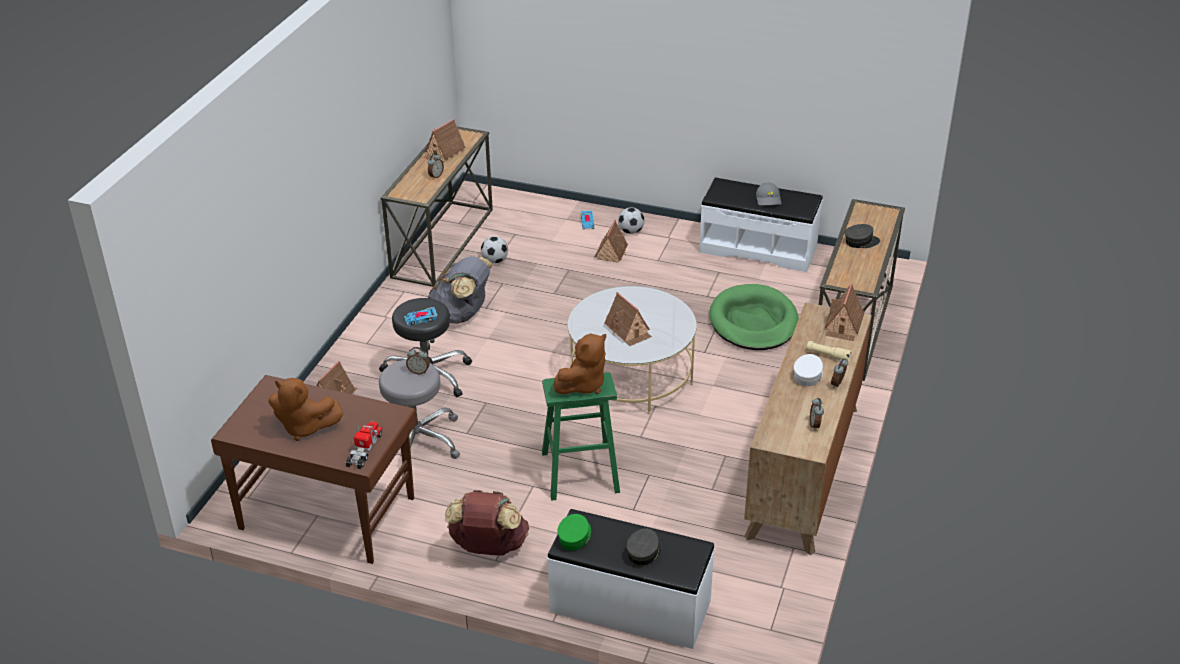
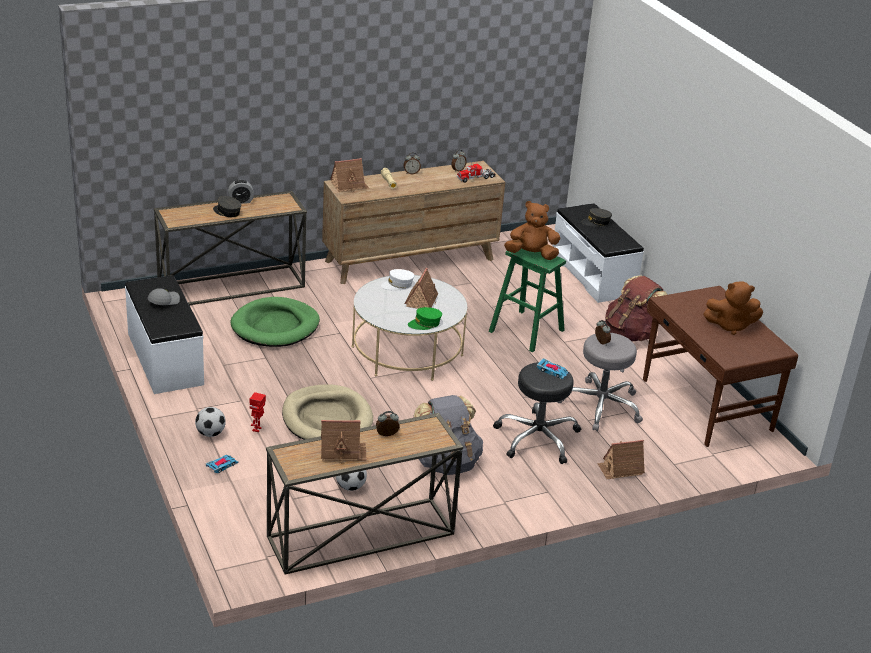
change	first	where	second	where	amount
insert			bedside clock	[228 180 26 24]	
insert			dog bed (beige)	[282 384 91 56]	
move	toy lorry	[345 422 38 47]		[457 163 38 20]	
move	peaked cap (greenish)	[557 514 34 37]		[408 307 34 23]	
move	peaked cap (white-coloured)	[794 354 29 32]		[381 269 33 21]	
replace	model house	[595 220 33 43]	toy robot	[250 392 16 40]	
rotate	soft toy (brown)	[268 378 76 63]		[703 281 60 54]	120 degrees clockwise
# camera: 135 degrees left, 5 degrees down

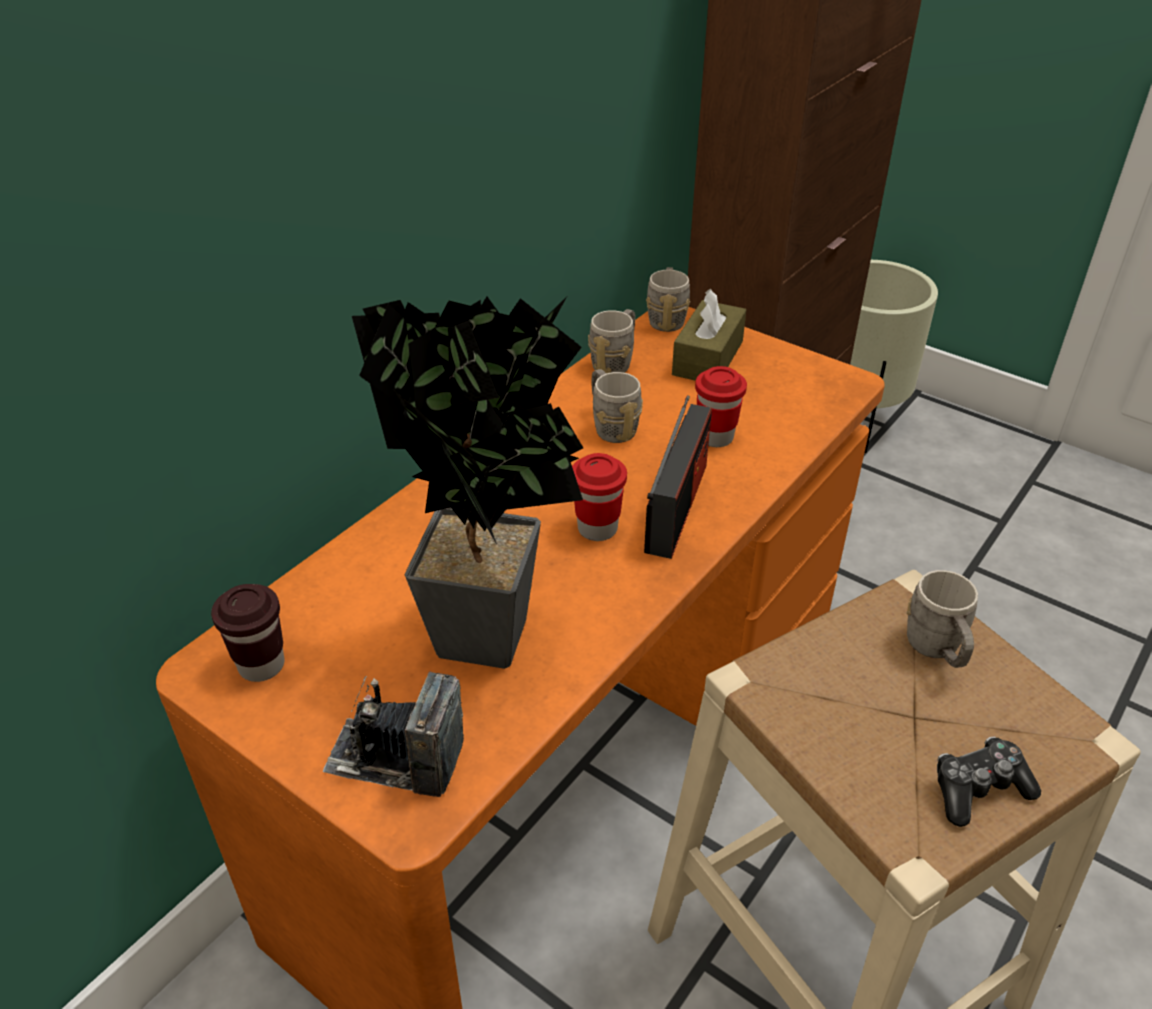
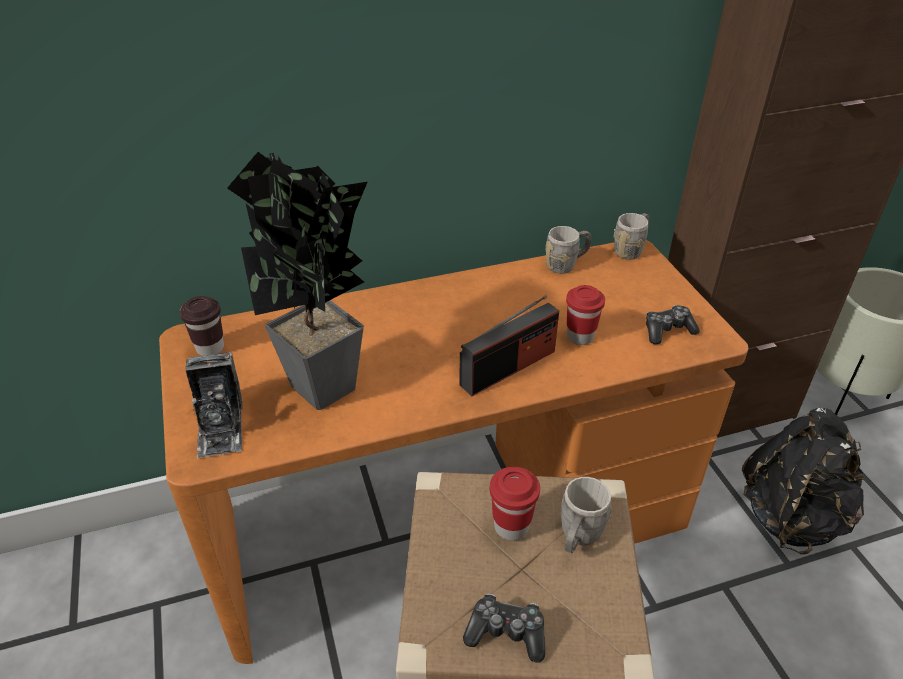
change	first	where	second	where	amount
delete	mug (gray)	[591 369 52 74]			
delete	tissue box (brown)	[672 289 74 92]			
insert			gamepad	[646 305 54 39]	
insert			knapsack (blackish)	[742 408 122 146]	
move	cup (red)	[572 453 55 88]		[490 467 50 74]	
rotate	still camera	[323 671 141 126]		[185 352 58 107]	150 degrees counterclockwise
# camera: 35 degrees right, 0 degrees up

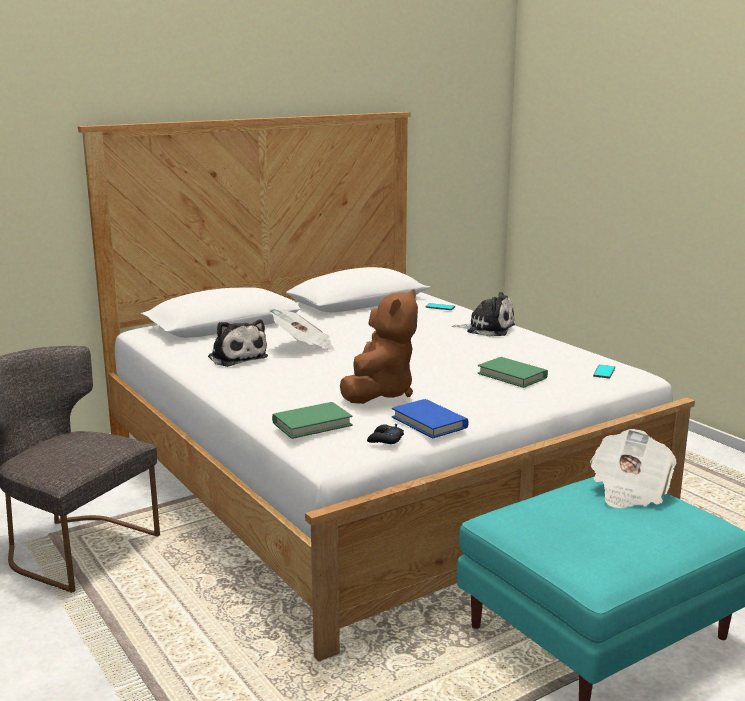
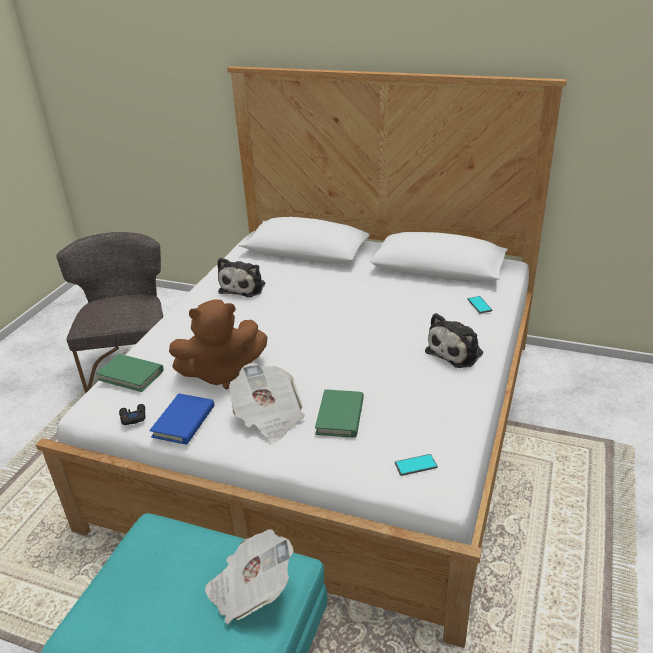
change	first	where	second	where	amount
move	newspaper	[268 308 67 42]		[229 363 76 79]	
rotate	soft toy	[452 292 63 45]		[425 313 58 55]	60 degrees clockwise
# camera: 55 degrees right, 15 degrees up

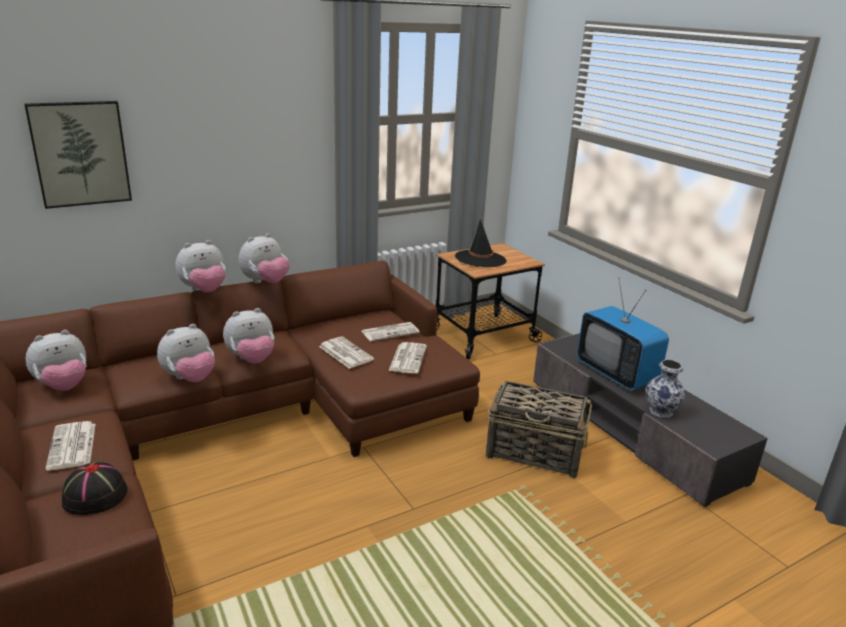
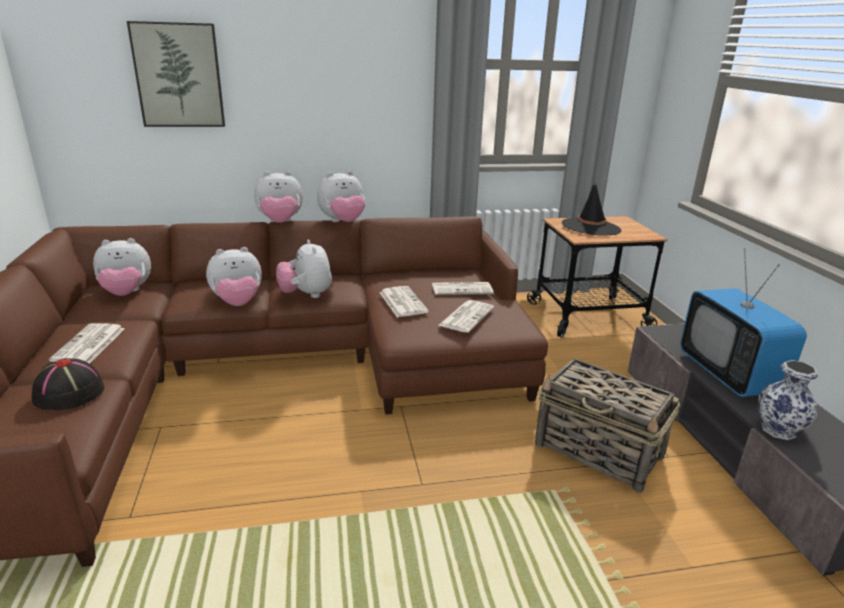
change	first	where	second	where	amount
rotate	soft toy	[223 308 51 55]		[276 240 56 58]	75 degrees clockwise
# camera: 20 degrees right, 0 degrees up

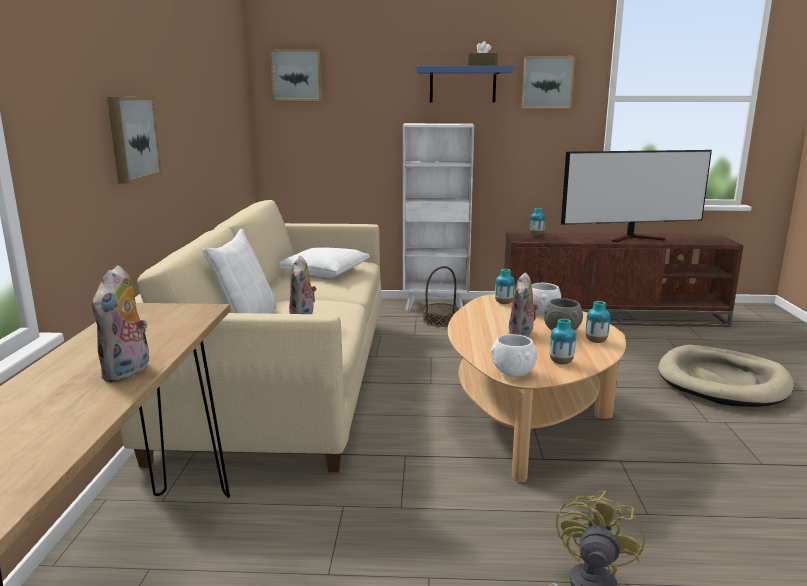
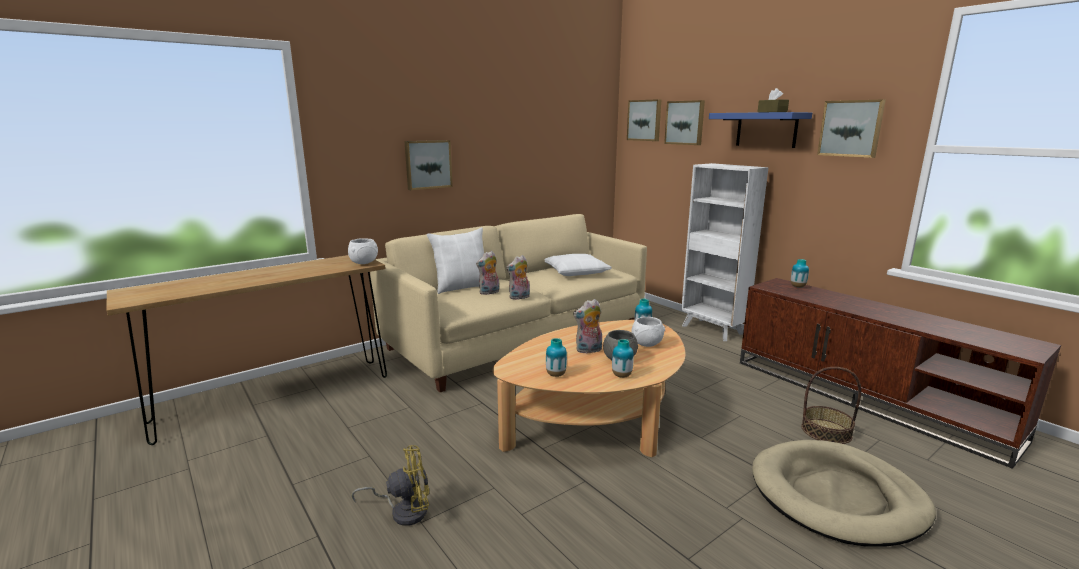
change	first	where	second	where	amount
delete	TV	[561 150 151 92]			
insert			picture	[664 100 41 45]	
move	soft toy	[92 265 57 117]		[506 255 24 45]	
move	basket	[423 266 36 61]		[801 367 60 77]	
move	serving bowl (white-coloured)	[491 334 46 43]		[348 238 30 26]	
# camera: 50 degrees right, 0 degrees up

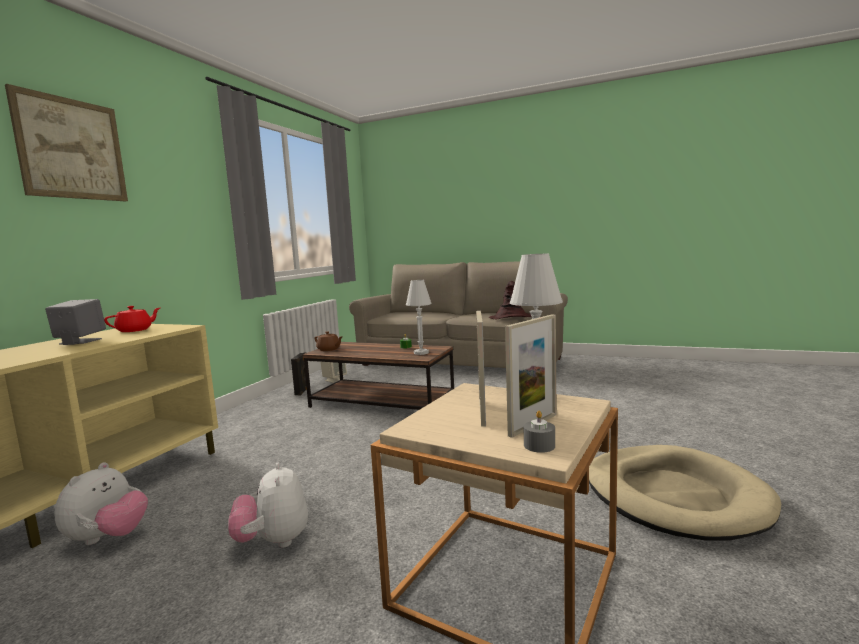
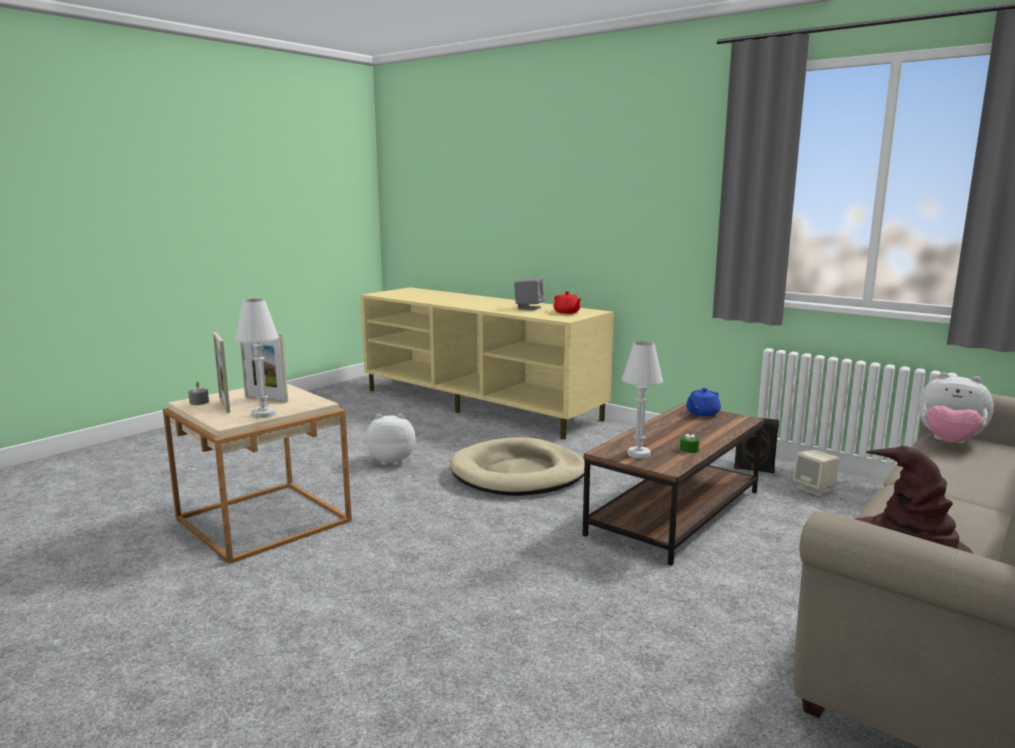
change	first	where	second	where	amount
delete	picture	[5 84 123 117]			
move	soft toy	[54 462 94 83]		[918 373 76 70]	
move	dog bed (beige)	[589 445 192 96]		[450 437 135 59]	
recolor	tea pot (brown)	[314 331 29 20]	tea pot (bluish)	[686 388 35 29]	
# camera: 105 degrees right, 5 degrees up

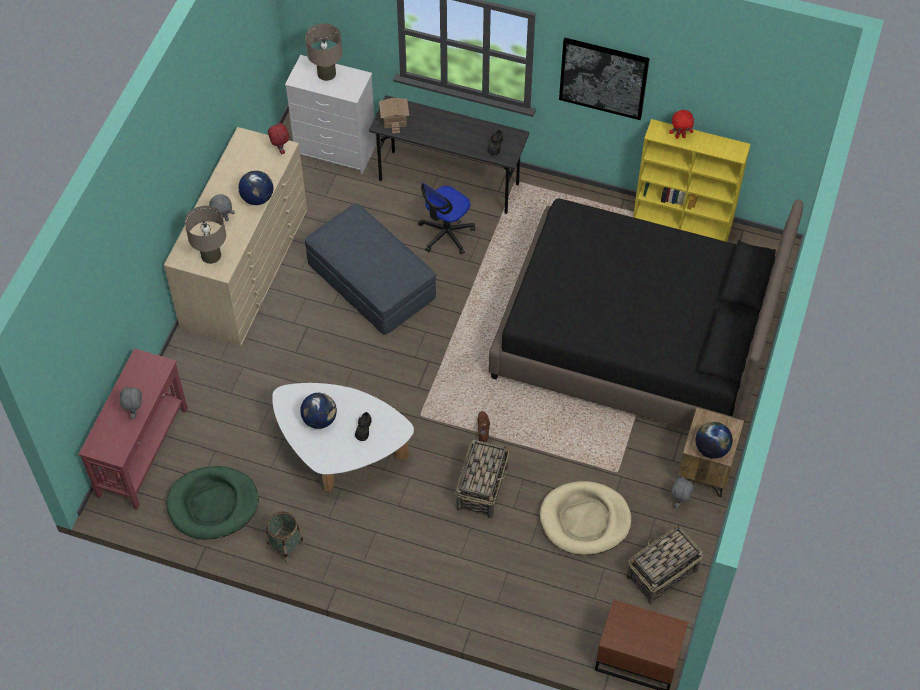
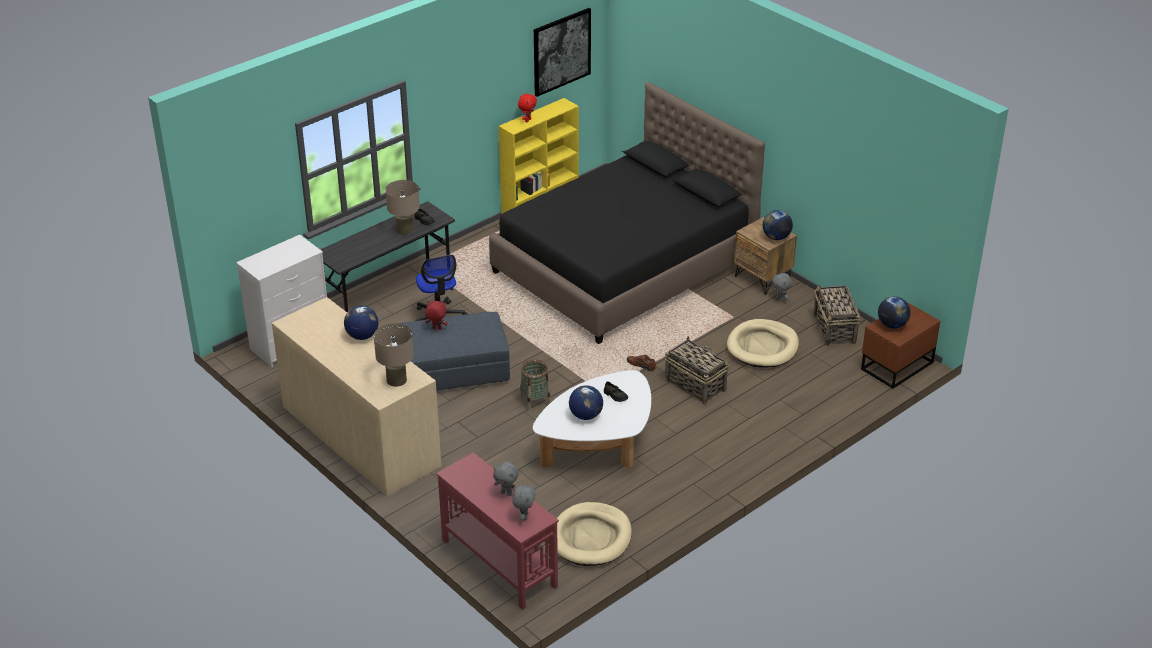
change	first	where	second	where	amount
delete	model house	[379 98 30 36]			
insert			desk globe	[878 296 32 33]	
move	soft toy (gray)	[209 194 26 27]		[512 484 23 37]	
move	basket	[266 512 39 51]		[520 359 31 52]	
move	soft toy (red)	[268 122 21 32]		[425 301 23 29]	
move	tabletop lamp (beige)	[305 24 37 57]		[385 180 35 55]	
move	picture	[559 38 91 82]		[534 8 57 89]	
recolor	dog bed (greenish)	[166 466 93 73]	dog bed (beige)	[557 502 75 64]	
# camera: 60 degrees left, 20 degrees down

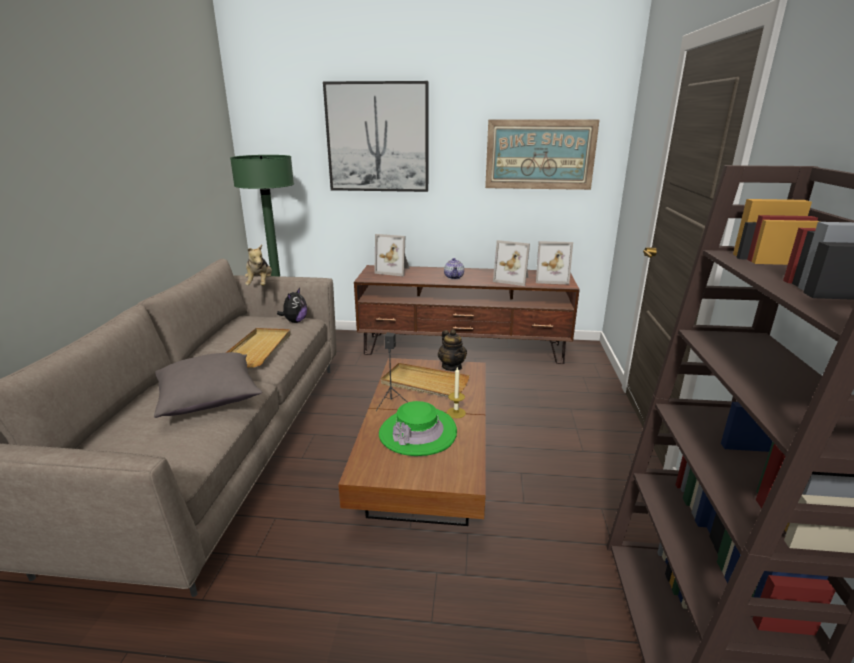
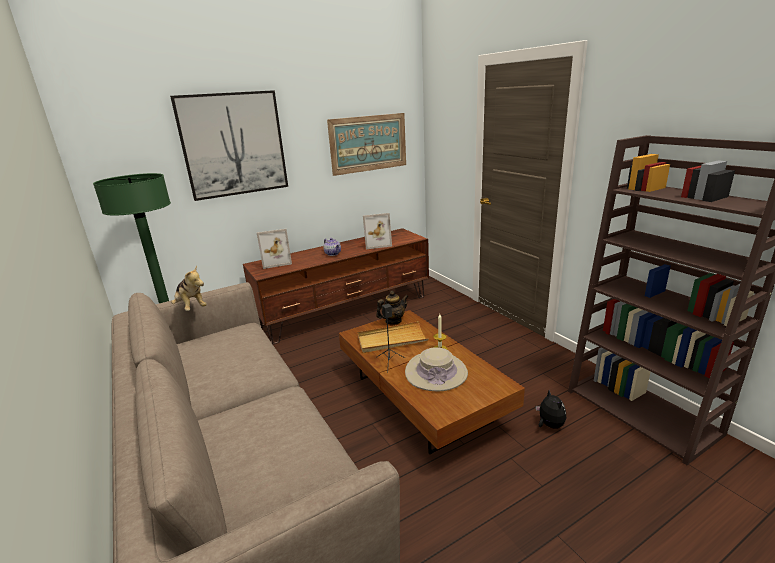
change	first	where	second	where	amount
delete	throw pillow (gray)	[154 352 108 66]			
delete	serving tray (beige)	[226 328 65 39]			
delete	picture frame	[536 241 37 44]			
move	soft toy	[277 288 30 35]		[536 390 30 39]	
recolor	wearable hat (greenish)	[379 401 78 55]	wearable hat (beige)	[405 347 63 44]	
rotate	tea pot	[438 329 29 42]		[376 291 33 33]	60 degrees counterclockwise
# camera: 35 degrees left, 0 degrees up

